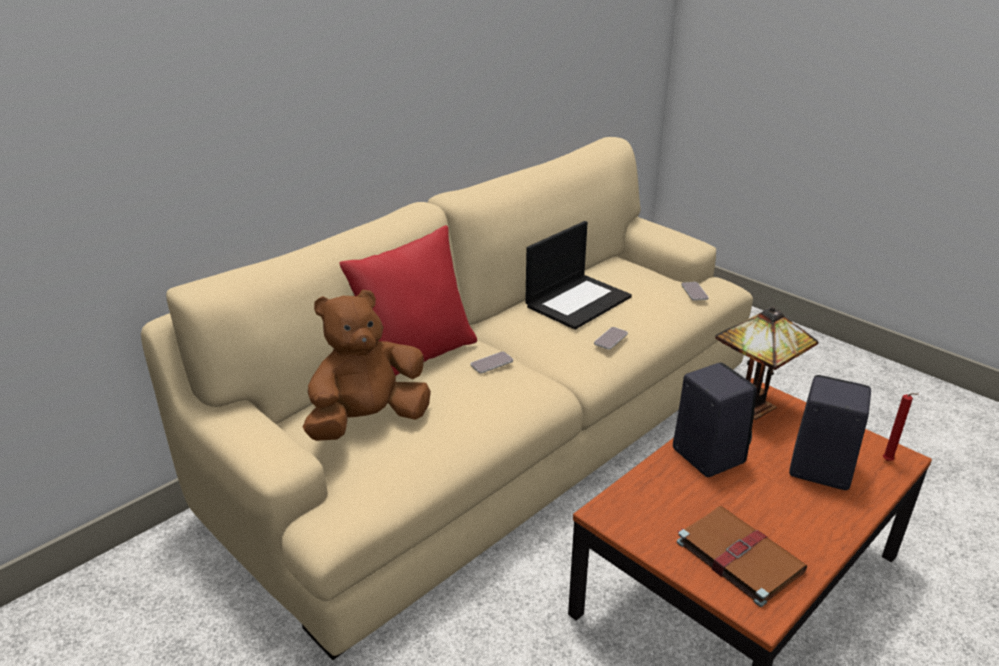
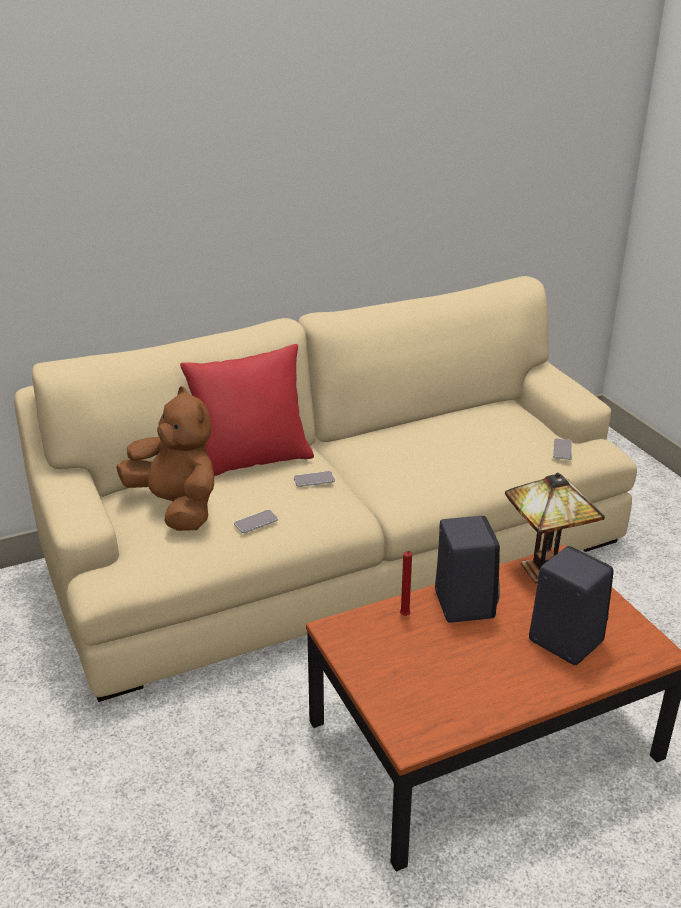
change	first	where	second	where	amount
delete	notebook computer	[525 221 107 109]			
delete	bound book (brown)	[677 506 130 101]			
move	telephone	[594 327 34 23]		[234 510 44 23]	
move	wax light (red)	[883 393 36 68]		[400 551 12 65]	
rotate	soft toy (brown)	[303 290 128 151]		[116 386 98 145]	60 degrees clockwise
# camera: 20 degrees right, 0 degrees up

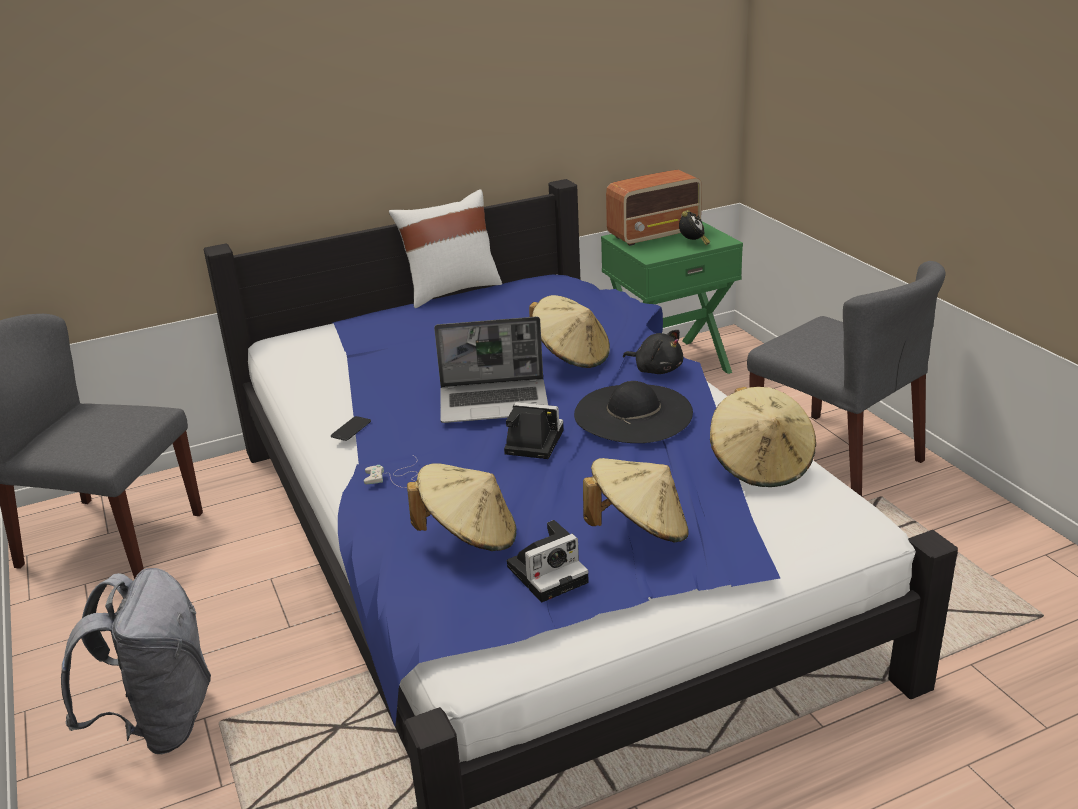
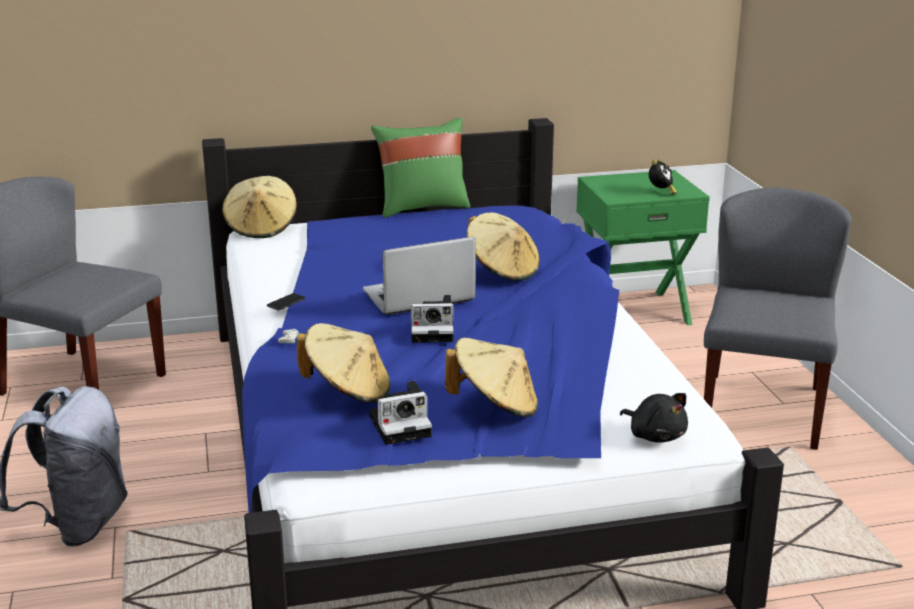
change	first	where	second	where	amount
delete	wearable hat (blackish)	[574 381 119 62]			
delete	radio	[606 170 96 76]			
move	soft toy (blackish)	[623 330 60 44]		[620 393 68 50]	
move	wearable hat (beige)	[710 387 106 100]		[222 176 75 62]	
recolor	throw pillow (white-coloured)	[389 189 113 119]	throw pillow (greenish)	[371 118 99 100]	
rotate	notebook computer	[434 317 114 106]		[363 237 113 78]	150 degrees clockwise
rotate	still camera	[504 402 59 57]		[411 295 43 48]	150 degrees clockwise
rotate	upright chair (gray)	[747 261 199 235]		[704 187 148 263]	135 degrees counterclockwise
# camera: 10 degrees right, 5 degrees down

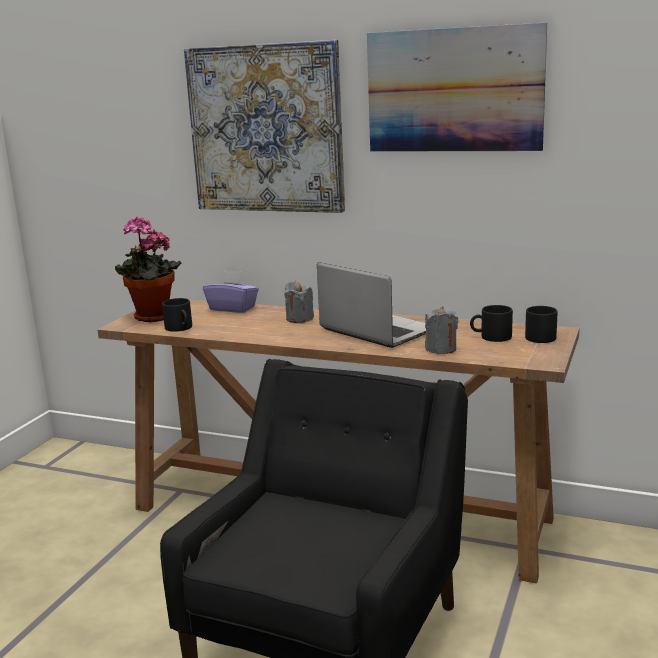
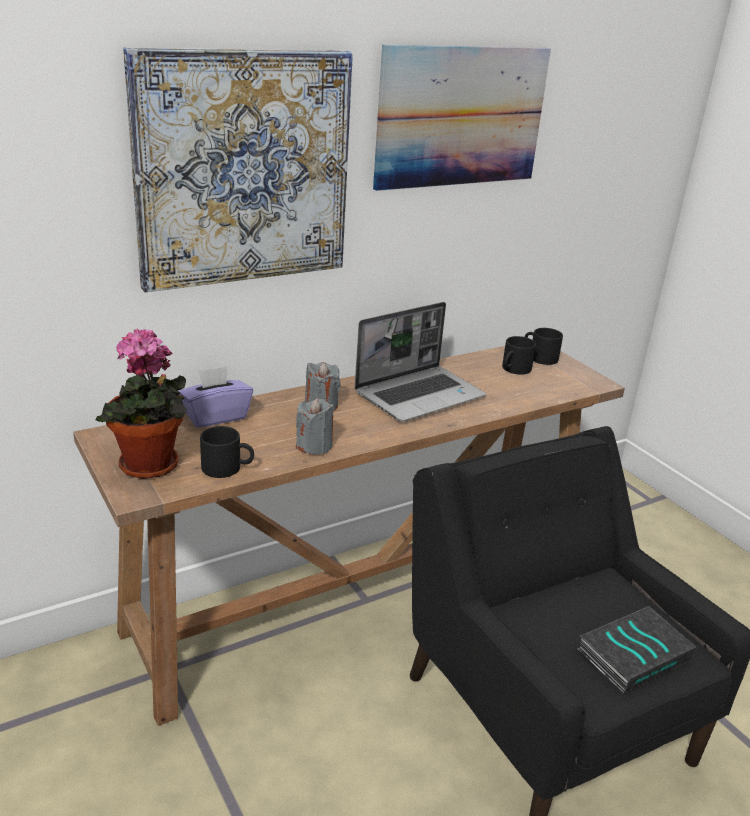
change	first	where	second	where	amount
insert			bound book	[578 606 118 87]	
move	wax light (gray)	[425 306 33 48]		[296 398 38 57]	
rotate	notebook computer	[317 262 109 86]		[355 302 131 119]	150 degrees clockwise
# camera: 55 degrees left, 10 degrees up

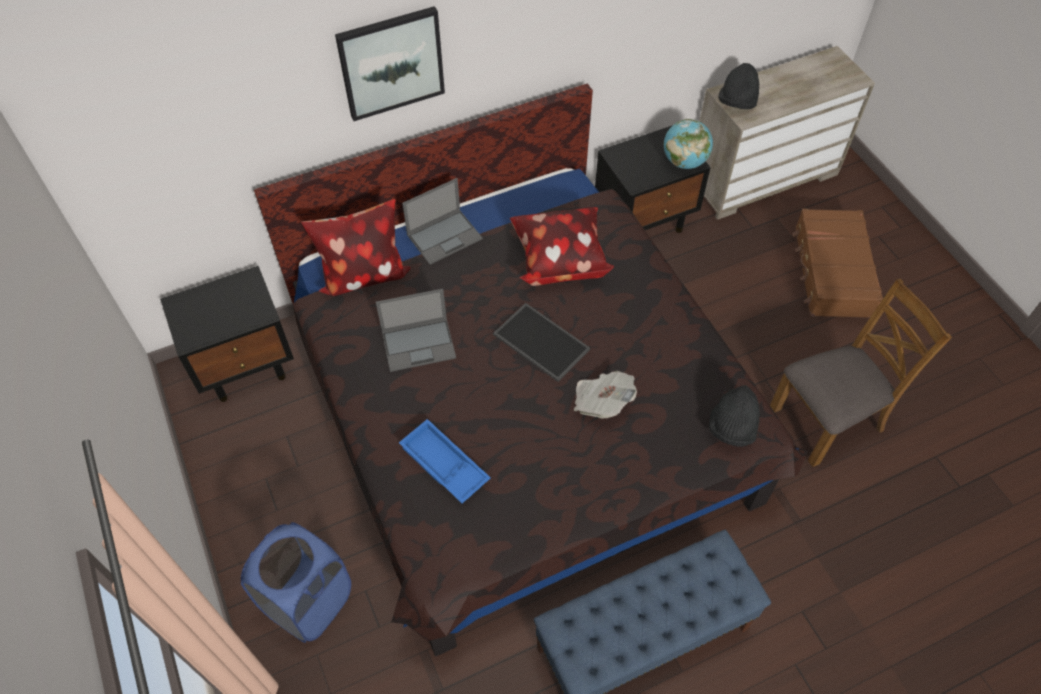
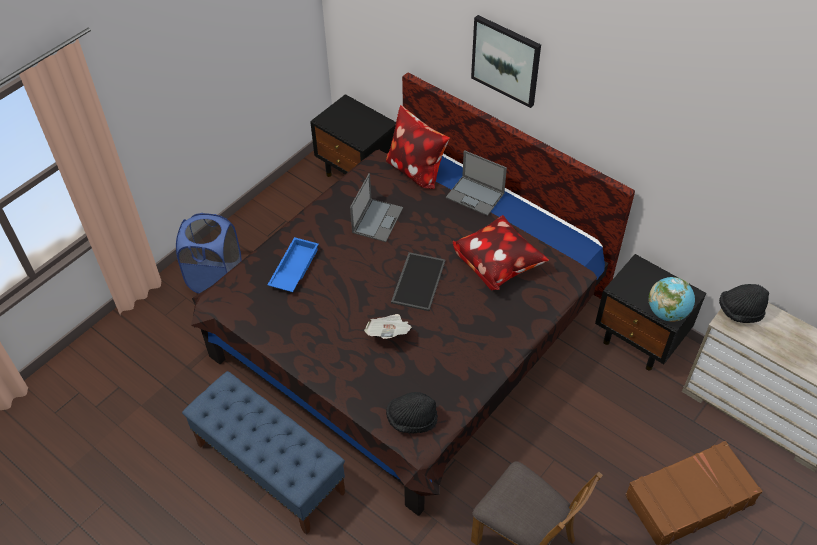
change	first	where	second	where	amount
rotate	notebook computer	[376 289 80 83]		[350 173 53 69]	120 degrees counterclockwise
# camera: 65 degrees right, 5 degrees down

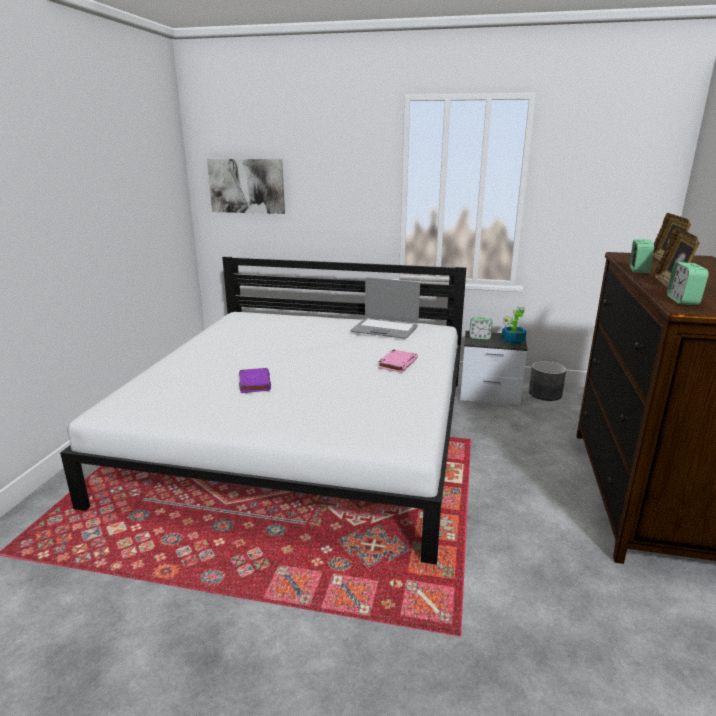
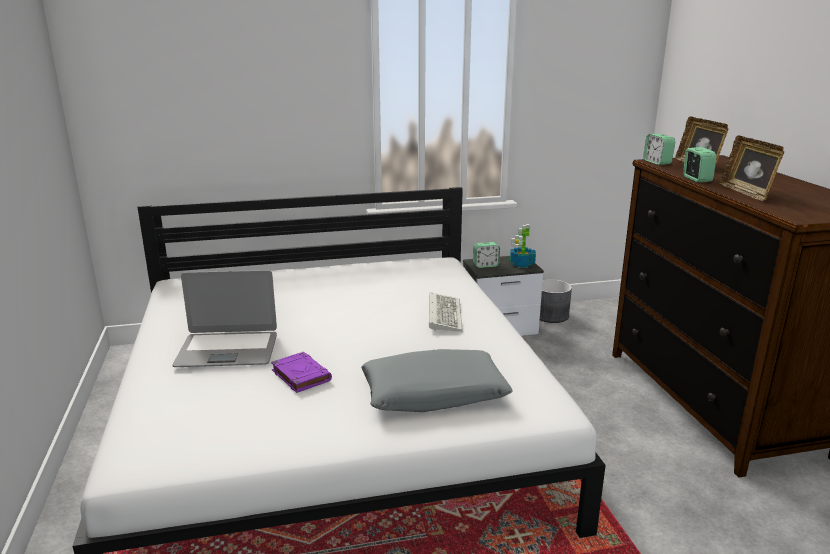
change	first	where	second	where	amount
delete	picture	[207 159 78 55]			
insert			throw pillow (gray)	[361 349 151 63]	
move	notebook computer	[350 277 70 62]		[173 270 104 97]	
move	bedside clock	[667 262 42 43]		[643 134 32 31]	
replace	bound book (pink-coloured)	[378 350 39 23]	keyboard	[429 292 34 40]	
# camera: 25 degrees left, 0 degrees up

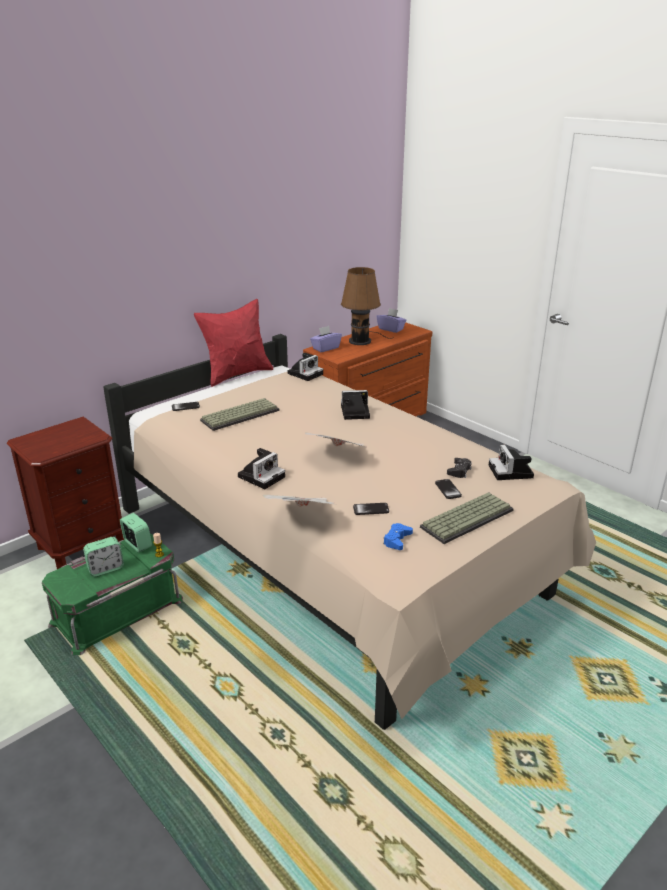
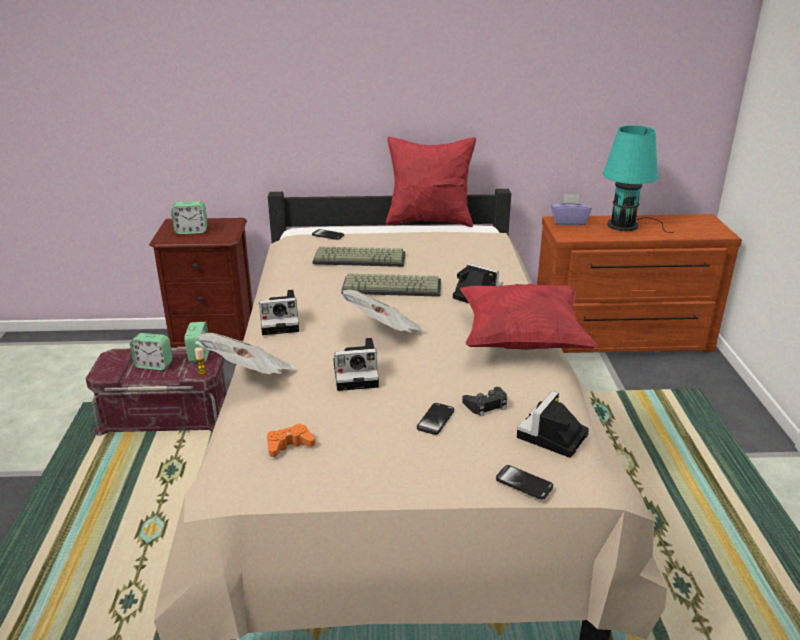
change	first	where	second	where	amount
delete	tissue box (purplish)	[377 308 29 25]			
insert			bedside clock	[171 201 36 33]	
insert			throw pillow (red)	[460 283 138 67]	
move	still camera	[288 353 35 28]		[334 338 45 53]	
move	telephone	[353 503 36 12]		[496 465 57 35]	
move	keyboard	[420 492 94 52]		[341 273 100 24]	
recolor	storage bin (greenish)	[42 534 141 121]	storage bin (red)	[86 346 141 90]	
recolor	tabletop lamp (brown)	[341 267 53 78]	tabletop lamp (turquoise)	[602 125 72 108]	
recolor	gamepad (bluish)	[383 523 30 27]	gamepad (orange-coloured)	[267 424 48 33]	
# camera: 40 degrees right, 0 degrees up

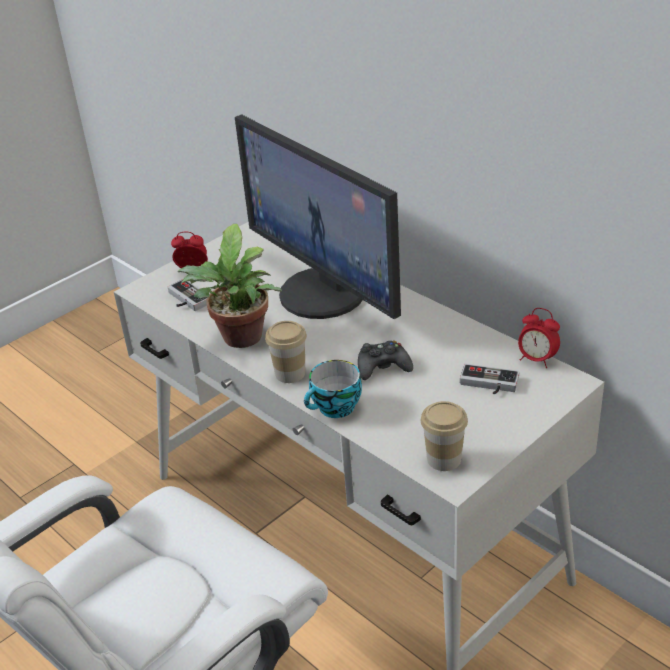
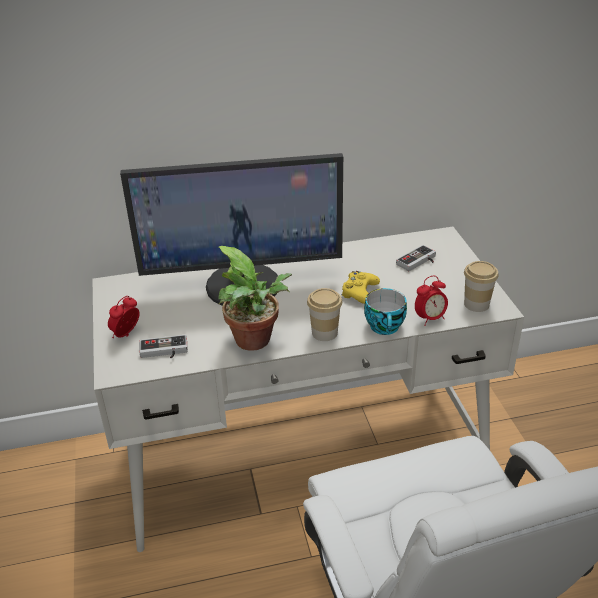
change	first	where	second	where	amount
move	bedside clock	[518 308 42 60]		[415 276 33 50]	
recolor	gamepad (blackish)	[358 340 55 40]	gamepad (yellow)	[342 271 38 33]	
# camera: 60 degrees left, 0 degrees up

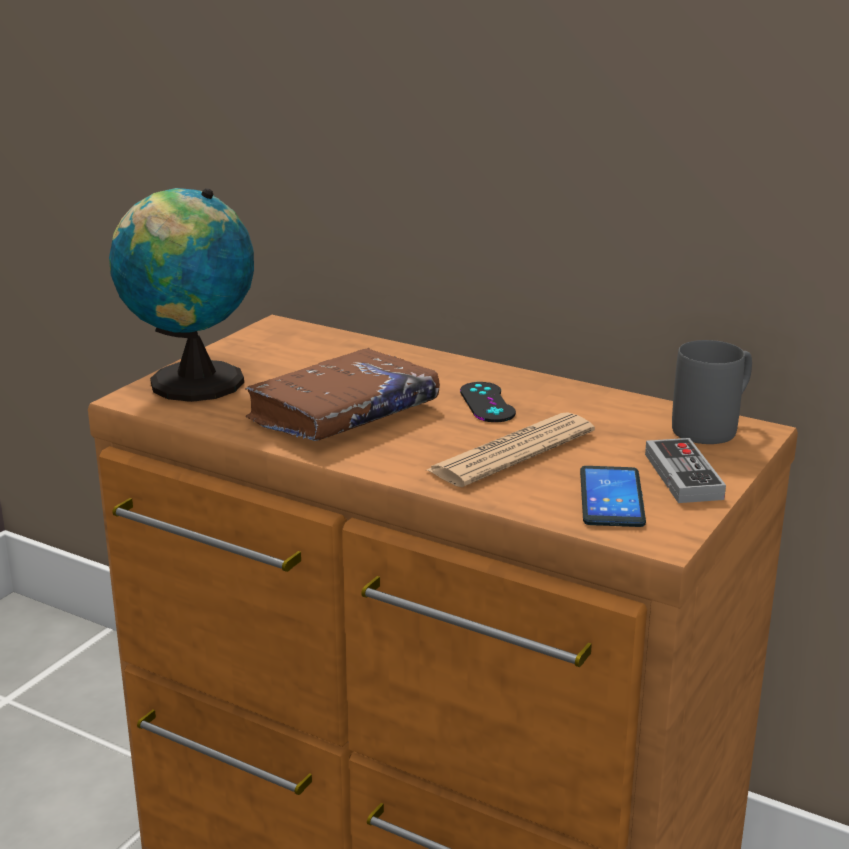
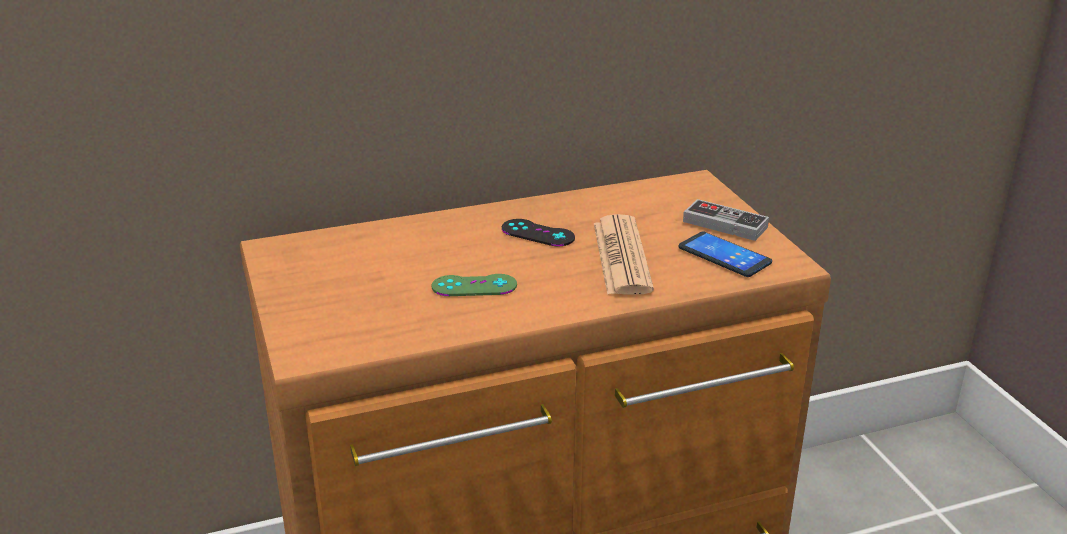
change	first	where	second	where	amount
delete	desk globe	[109 188 145 214]			
delete	mug (gray)	[672 340 80 104]			
replace	bound book (brown)	[245 348 195 93]	gamepad (greenish)	[432 274 85 22]	
# camera: 50 degrees left, 5 degrees up

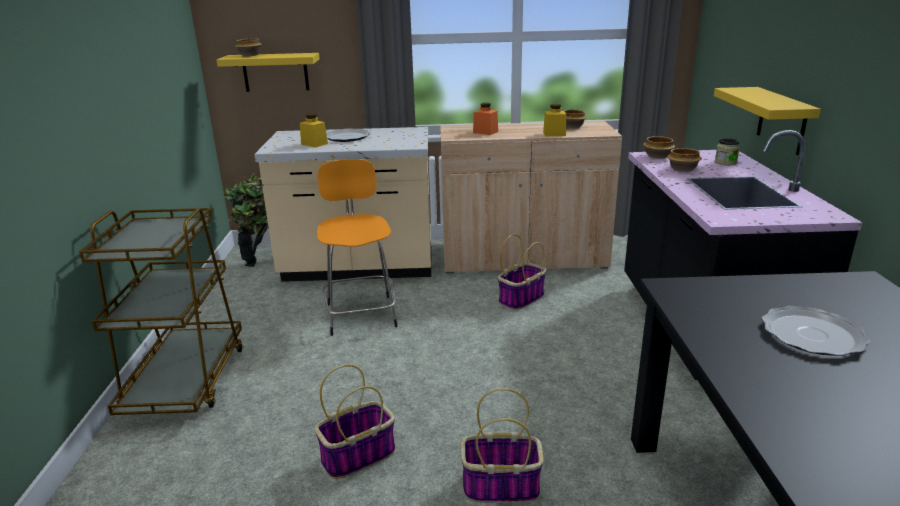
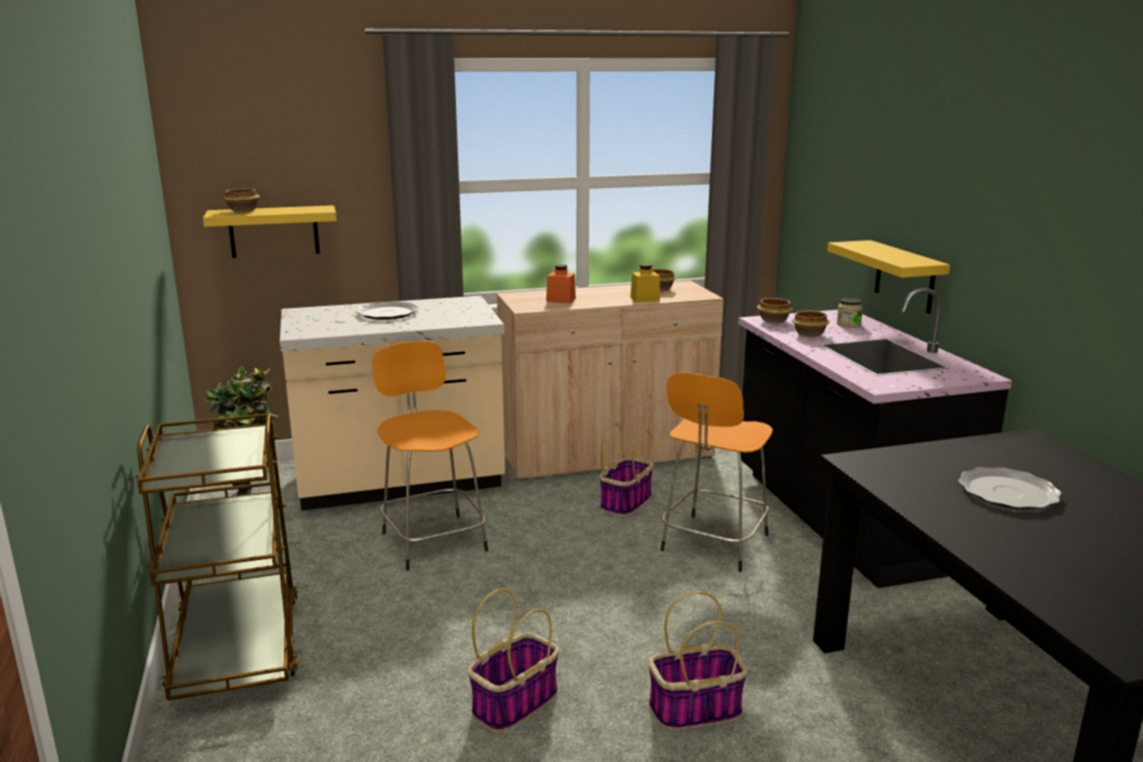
change	first	where	second	where	amount
delete	jar (yellow)	[300 113 28 35]			
insert			stool (orange-coloured)	[661 372 112 200]	
# camera: 15 degrees left, 5 degrees down

